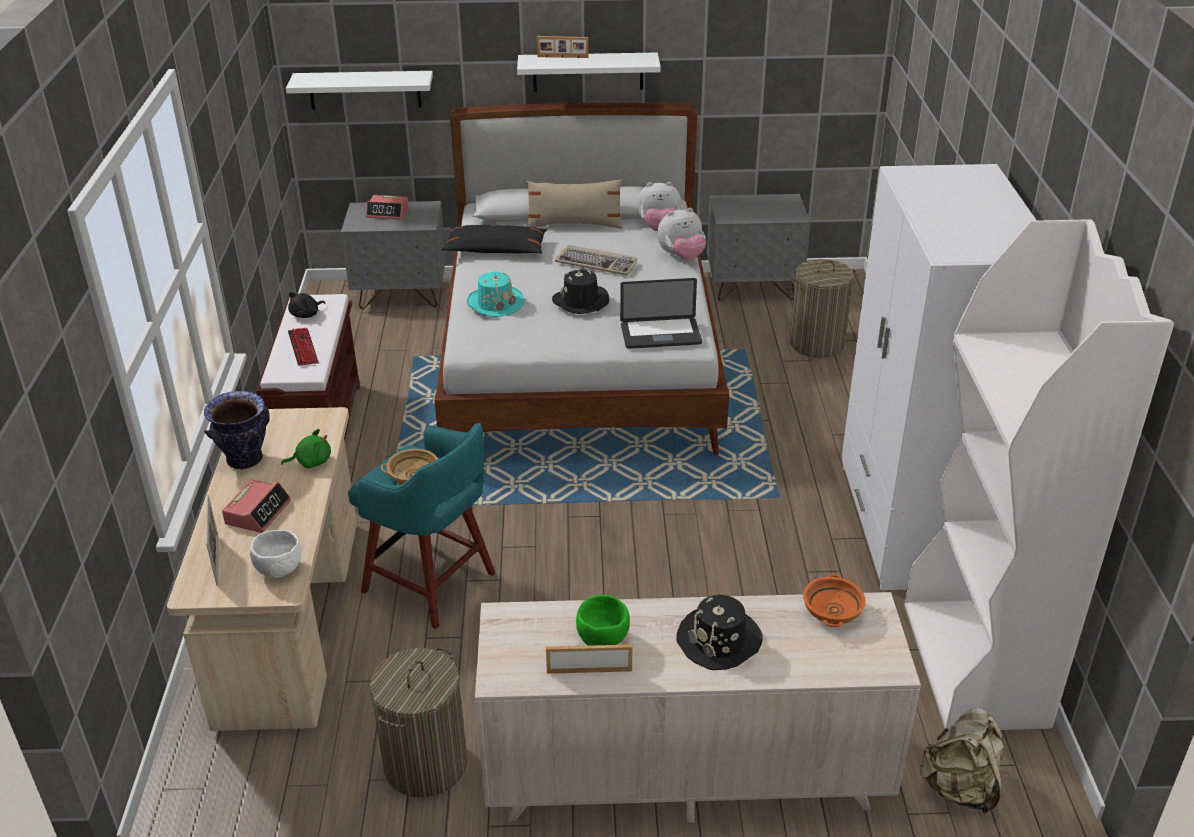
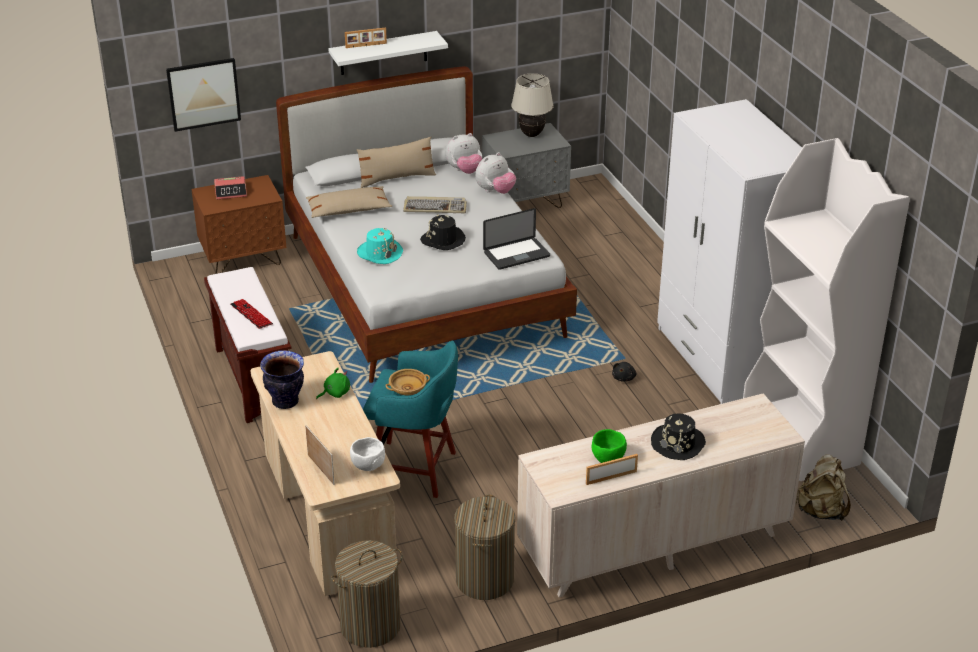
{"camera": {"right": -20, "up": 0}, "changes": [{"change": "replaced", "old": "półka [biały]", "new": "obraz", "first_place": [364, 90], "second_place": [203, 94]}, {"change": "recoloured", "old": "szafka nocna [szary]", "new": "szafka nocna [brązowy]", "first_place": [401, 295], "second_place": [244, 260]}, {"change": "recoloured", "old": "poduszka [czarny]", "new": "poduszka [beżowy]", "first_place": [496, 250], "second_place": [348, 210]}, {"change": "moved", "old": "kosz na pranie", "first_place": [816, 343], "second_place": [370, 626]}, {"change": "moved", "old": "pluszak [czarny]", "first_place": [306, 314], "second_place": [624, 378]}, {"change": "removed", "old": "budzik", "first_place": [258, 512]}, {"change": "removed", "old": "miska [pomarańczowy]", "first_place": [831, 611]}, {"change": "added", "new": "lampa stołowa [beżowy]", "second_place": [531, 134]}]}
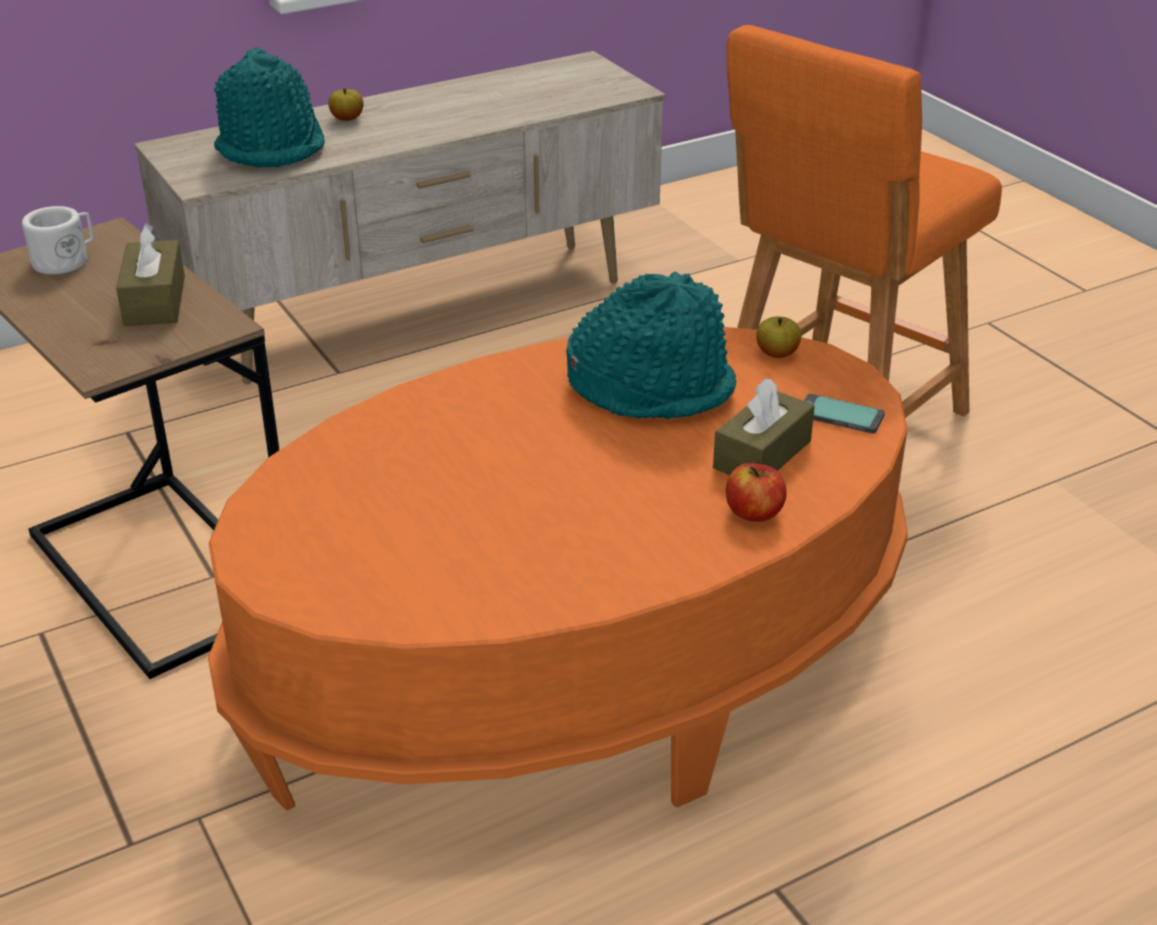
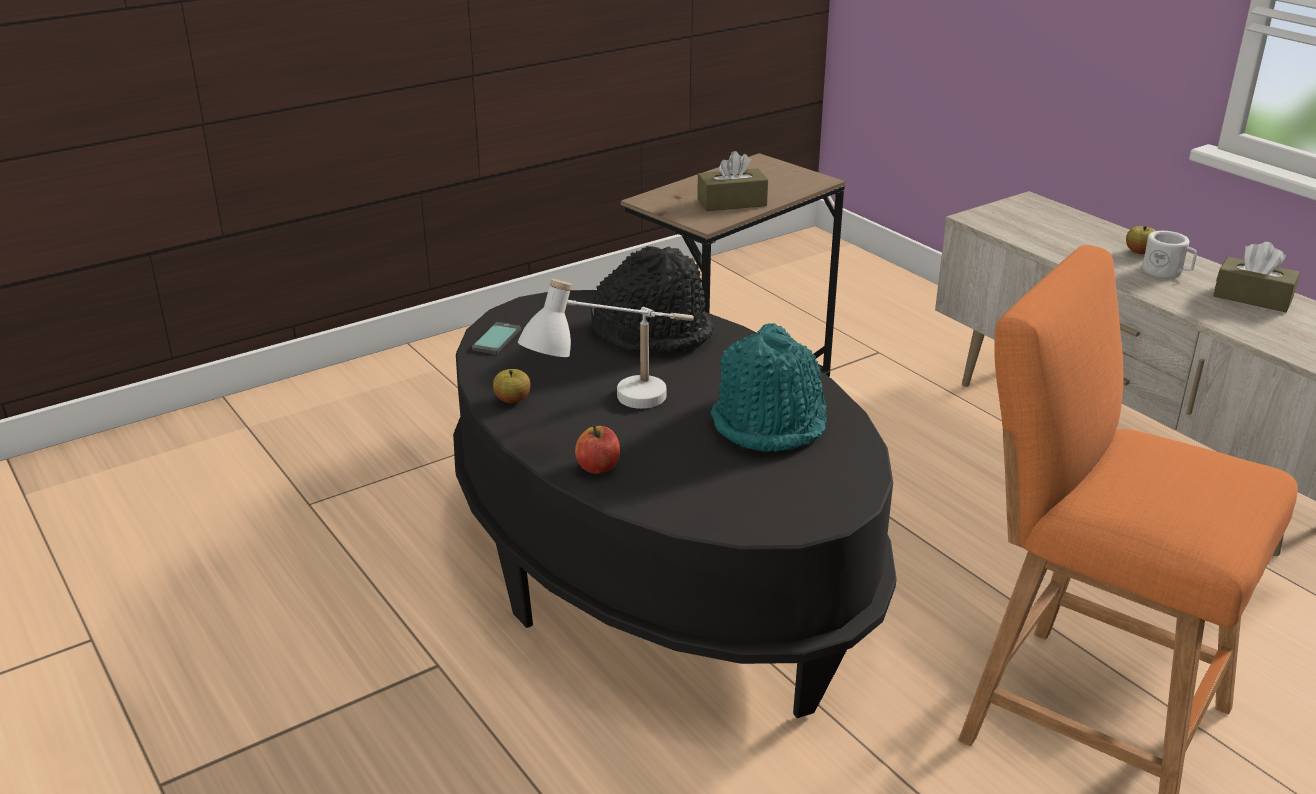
{"camera": {"right": 85, "up": -5}, "changes": [{"change": "removed", "old": "kapelusz [turkusowy]", "first_place": [271, 146]}, {"change": "moved", "old": "kubek [biały]", "first_place": [66, 260], "second_place": [1166, 272]}, {"change": "moved", "old": "jabłko", "first_place": [777, 354], "second_place": [512, 400]}, {"change": "recoloured", "old": "ława [pomarańczowy]", "new": "ława [czarny]", "first_place": [578, 669], "second_place": [658, 564]}, {"change": "moved", "old": "pudełko chusteczek [brązowy]", "first_place": [762, 455], "second_place": [1252, 297]}, {"change": "moved", "old": "telefon", "first_place": [840, 416], "second_place": [496, 339]}, {"change": "added", "new": "kapelusz [czarny]", "second_place": [653, 333]}, {"change": "added", "new": "lampa stołowa [biały]", "second_place": [616, 410]}]}
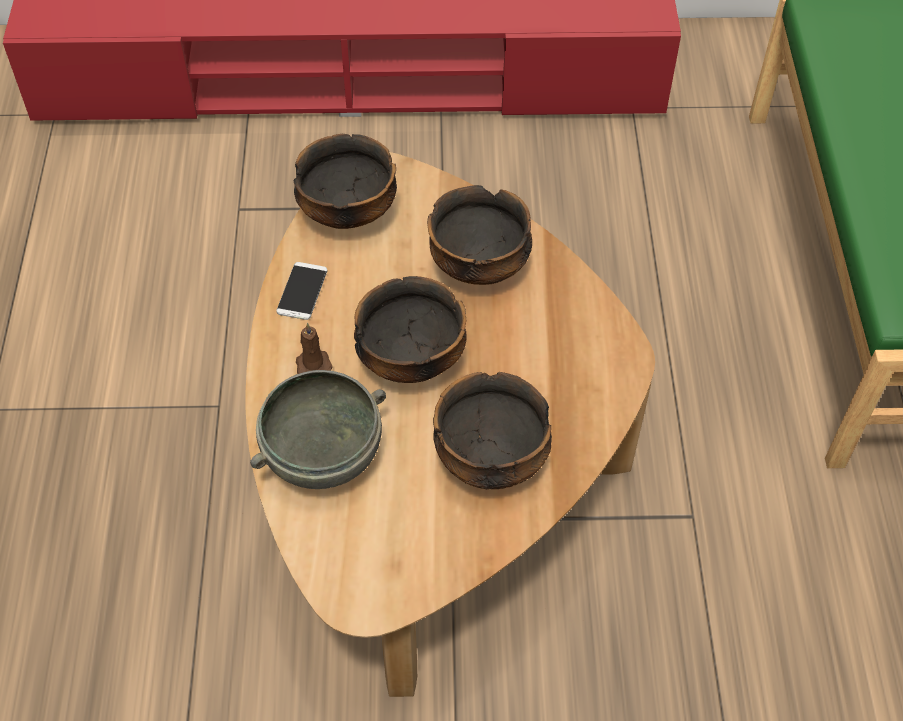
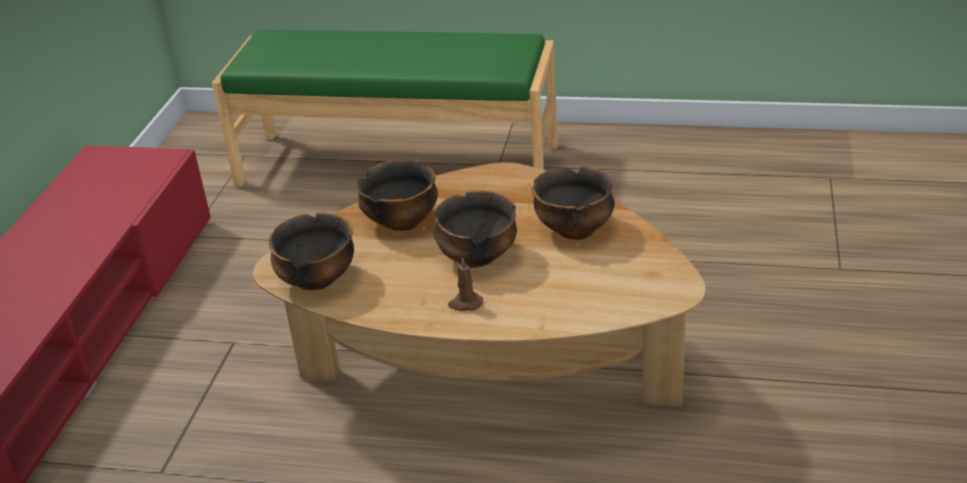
{"camera": {"right": -75, "up": -20}, "changes": [{"change": "removed", "old": "telefon", "first_place": [302, 291]}, {"change": "removed", "old": "miska [szary]", "first_place": [322, 453]}]}
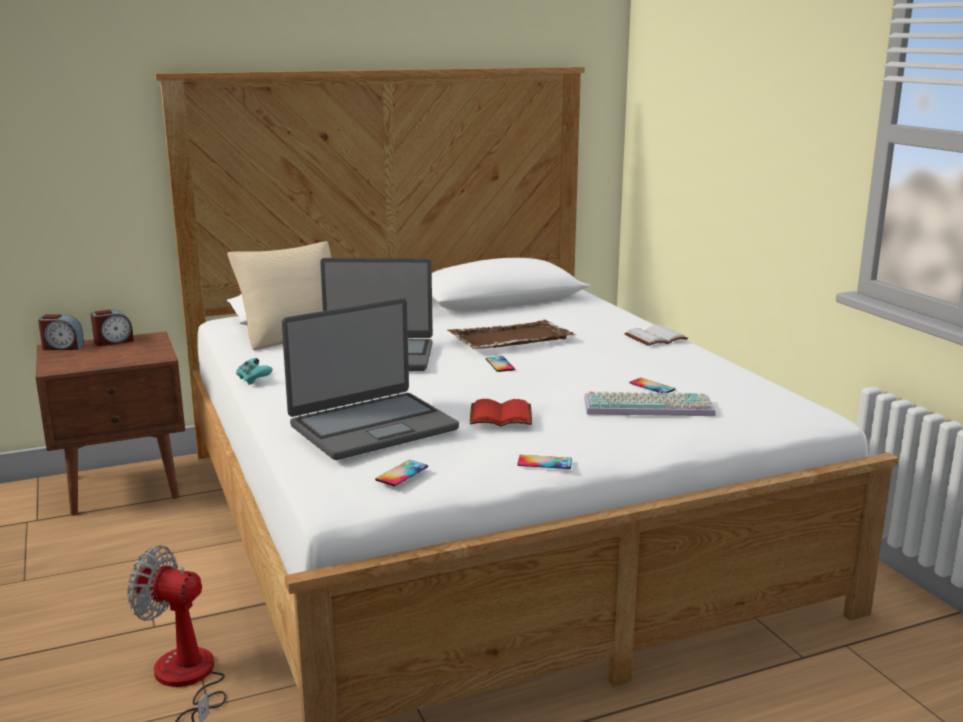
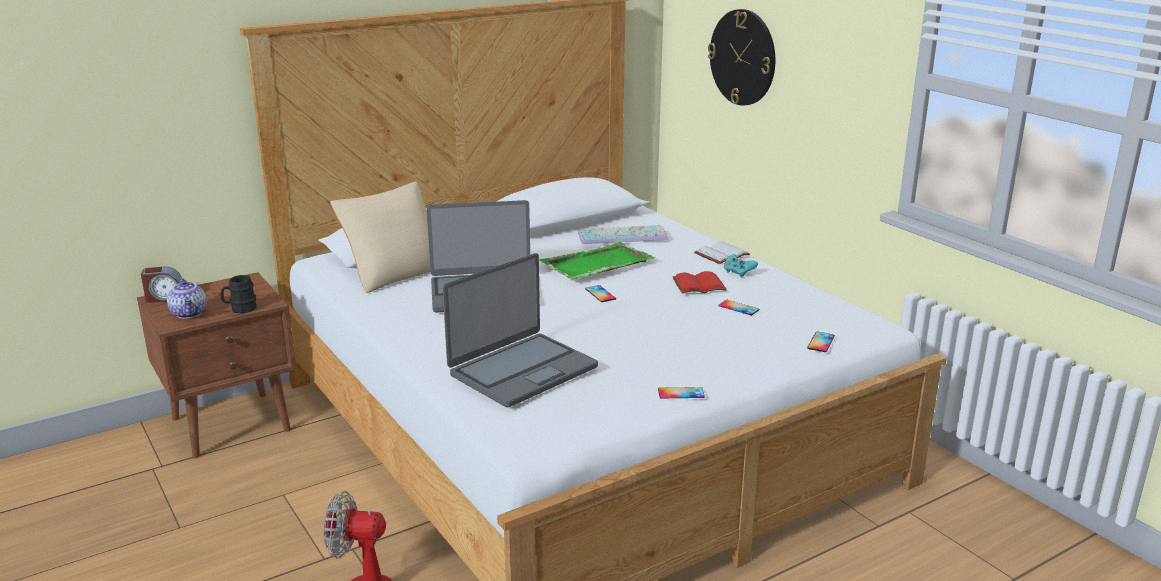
{"camera": {"right": -10, "up": 5}, "changes": [{"change": "removed", "old": "budzik", "first_place": [113, 341]}, {"change": "recoloured", "old": "taca [brązowy]", "new": "taca [zielony]", "first_place": [510, 339], "second_place": [596, 264]}, {"change": "moved", "old": "pad do gier [turkusowy]", "first_place": [253, 380], "second_place": [738, 272]}, {"change": "moved", "old": "klawiatura", "first_place": [649, 406], "second_place": [623, 236]}, {"change": "moved", "old": "książka [czerwony]", "first_place": [499, 417], "second_place": [698, 286]}, {"change": "moved", "old": "telefon", "first_place": [402, 473], "second_place": [821, 342]}, {"change": "added", "new": "zegar ścienny", "second_place": [743, 57]}, {"change": "added", "new": "kubek [czarny]", "second_place": [240, 309]}, {"change": "added", "new": "imbryk", "second_place": [190, 313]}]}
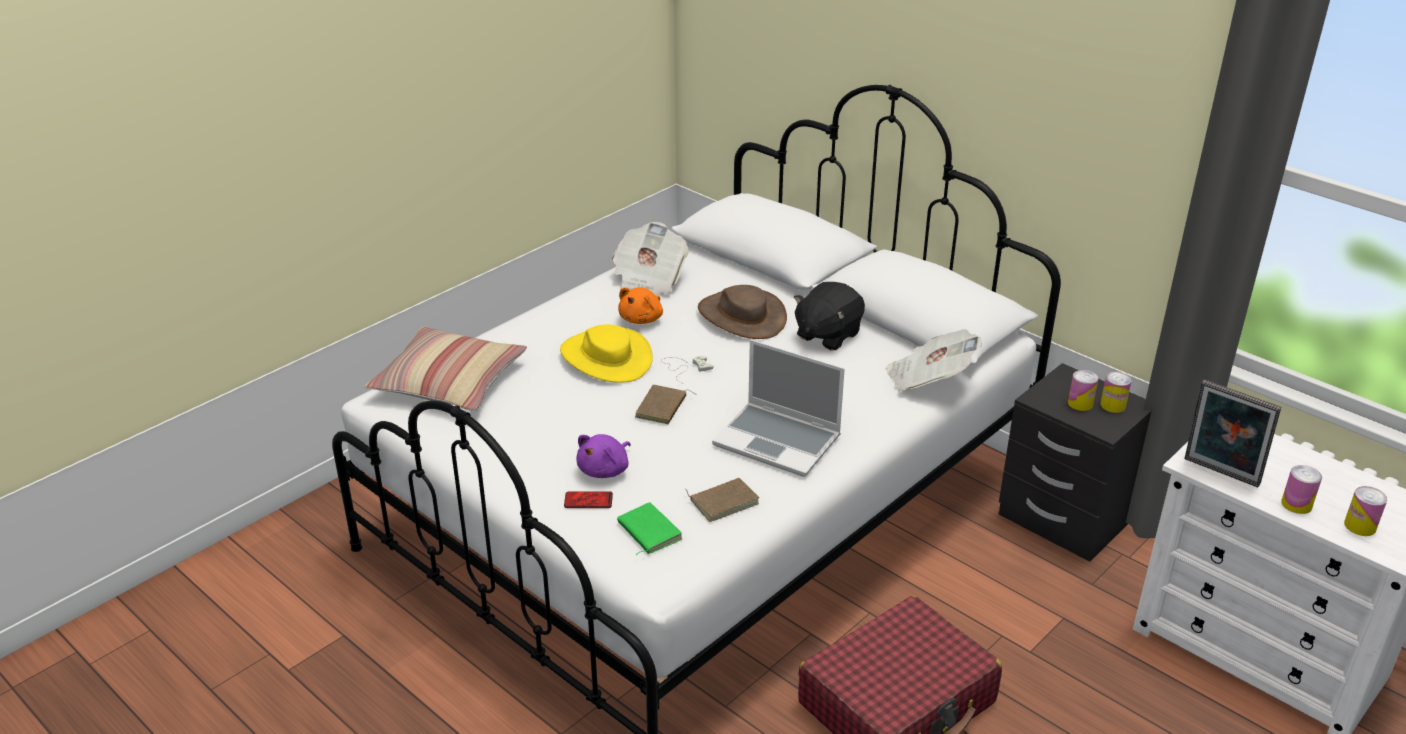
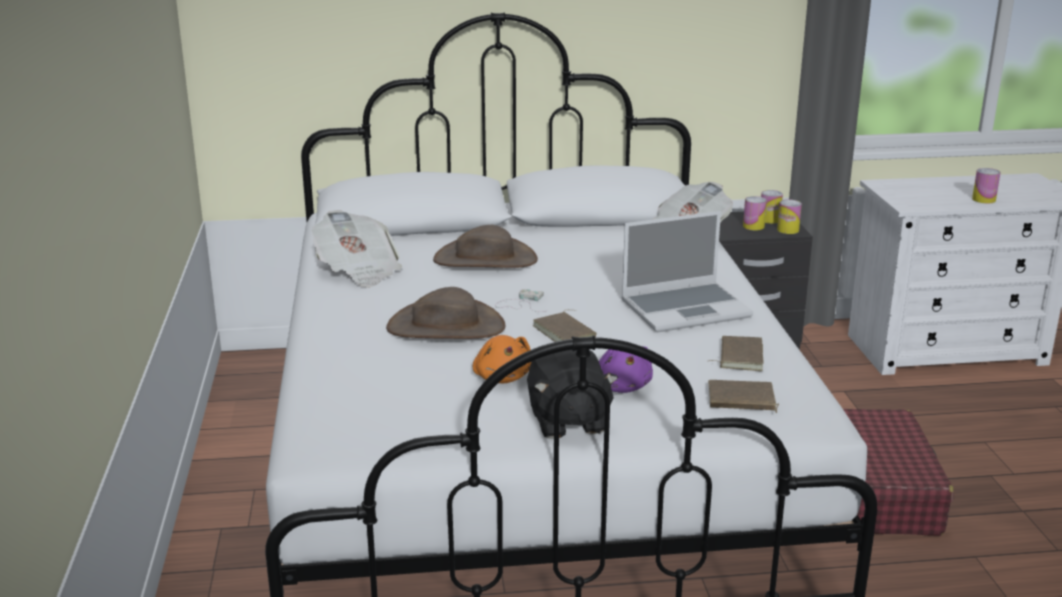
{"camera": {"right": -50, "up": -10}, "changes": [{"change": "moved", "old": "pluszak [czarny]", "first_place": [827, 335], "second_place": [567, 421]}, {"change": "moved", "old": "pluszak [pomarańczowy]", "first_place": [642, 319], "second_place": [502, 377]}, {"change": "recoloured", "old": "kapelusz [żółty]", "new": "kapelusz [brązowy]", "first_place": [606, 357], "second_place": [446, 327]}, {"change": "removed", "old": "poduszka", "first_place": [449, 382]}, {"change": "removed", "old": "ramka na zdjęcie", "first_place": [1220, 474]}, {"change": "moved", "old": "puszka", "first_place": [1360, 526], "second_place": [788, 230]}, {"change": "removed", "old": "telefon", "first_place": [588, 501]}, {"change": "recoloured", "old": "książka [zielony]", "new": "książka [brązowy]", "first_place": [647, 532], "second_place": [741, 400]}]}
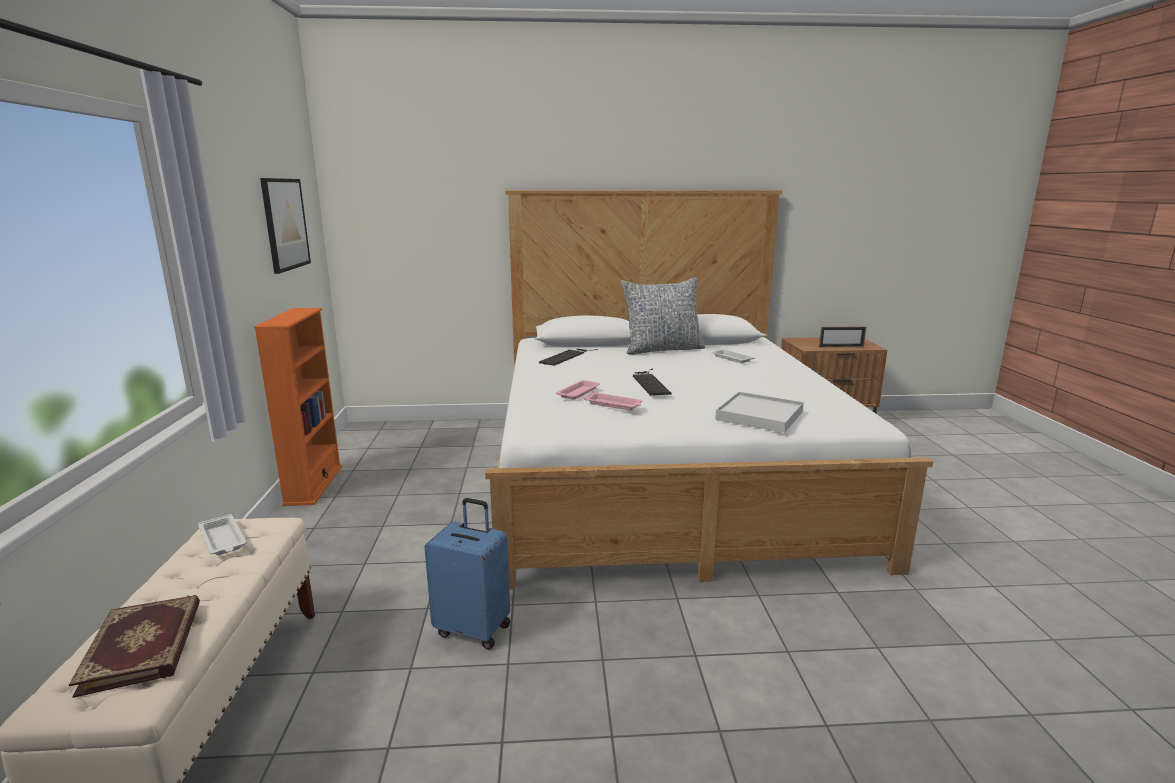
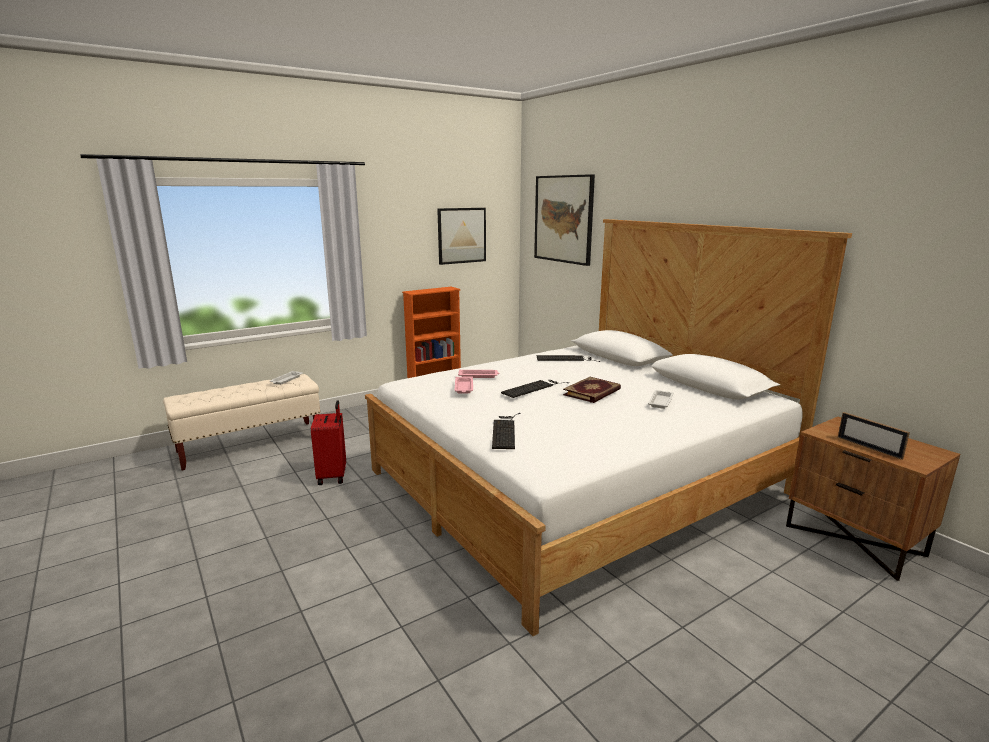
{"camera": {"right": 60, "up": 0}, "changes": [{"change": "removed", "old": "poduszka", "first_place": [662, 349]}, {"change": "replaced", "old": "taca [biały]", "new": "klawiatura", "first_place": [759, 415], "second_place": [505, 431]}, {"change": "recoloured", "old": "walizka [niebieski]", "new": "walizka [czerwony]", "first_place": [474, 629], "second_place": [333, 476]}, {"change": "moved", "old": "książka", "first_place": [145, 646], "second_place": [592, 392]}, {"change": "added", "new": "obraz", "second_place": [563, 219]}]}
